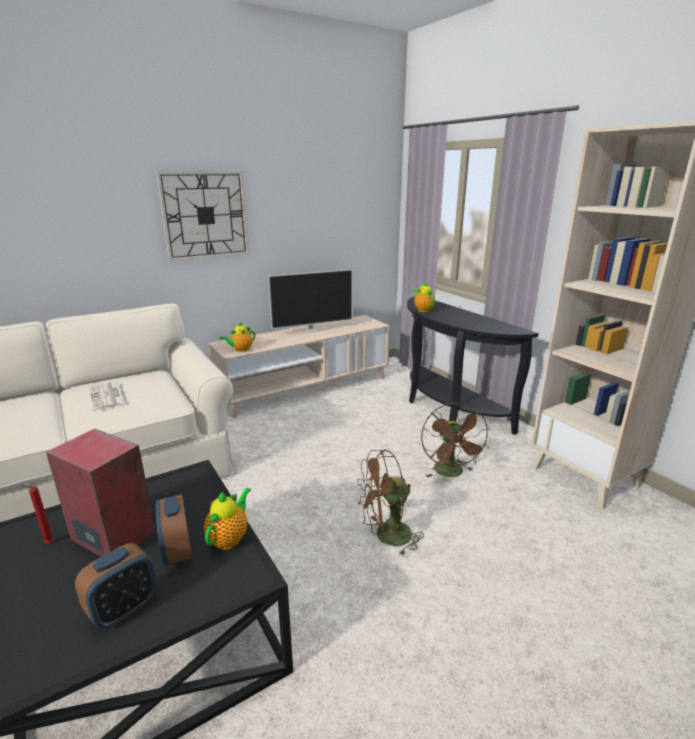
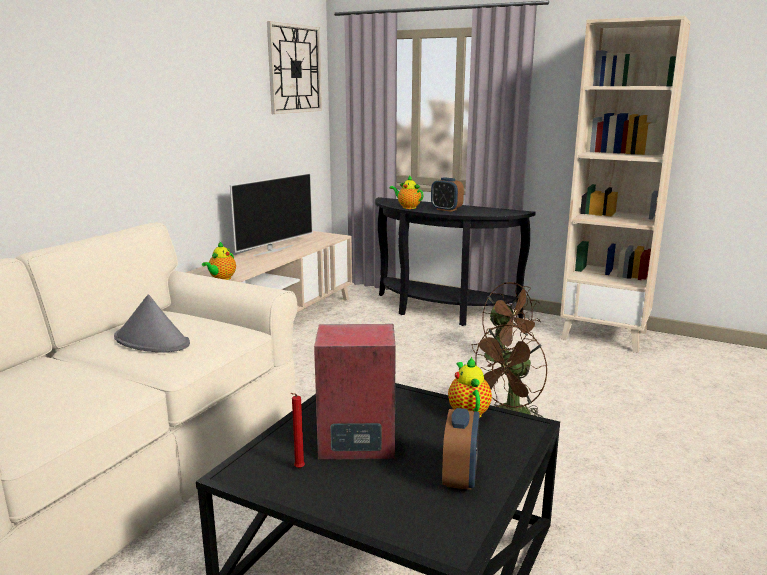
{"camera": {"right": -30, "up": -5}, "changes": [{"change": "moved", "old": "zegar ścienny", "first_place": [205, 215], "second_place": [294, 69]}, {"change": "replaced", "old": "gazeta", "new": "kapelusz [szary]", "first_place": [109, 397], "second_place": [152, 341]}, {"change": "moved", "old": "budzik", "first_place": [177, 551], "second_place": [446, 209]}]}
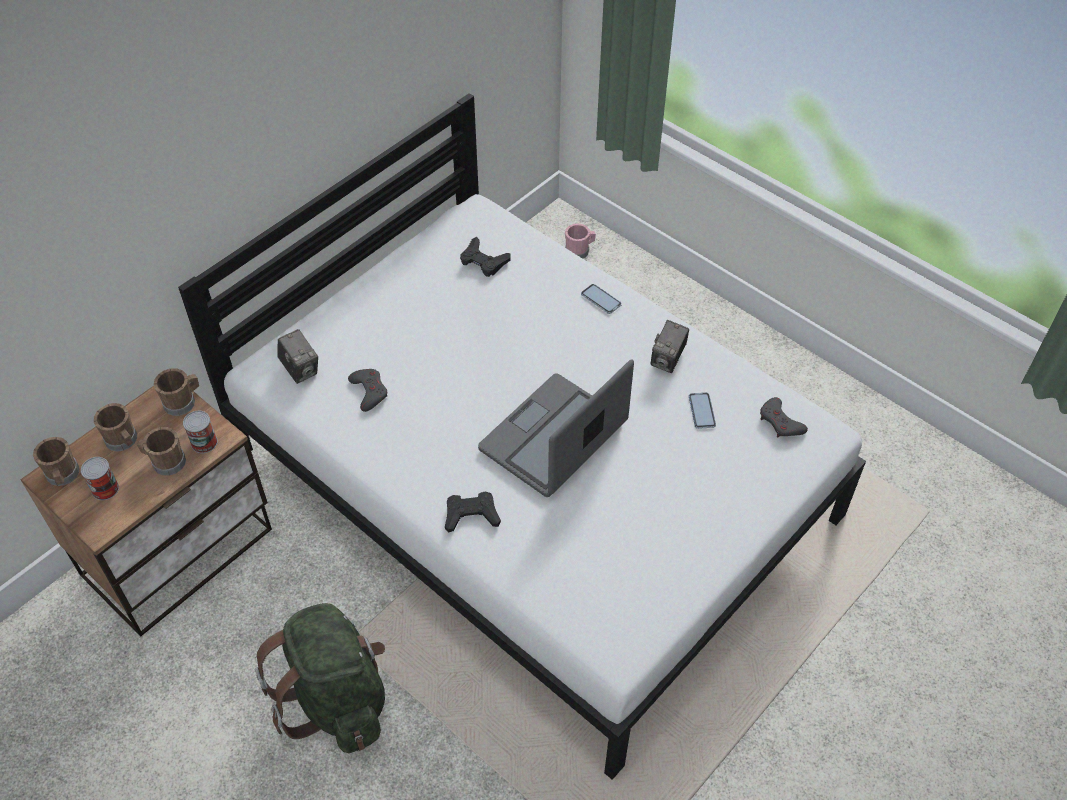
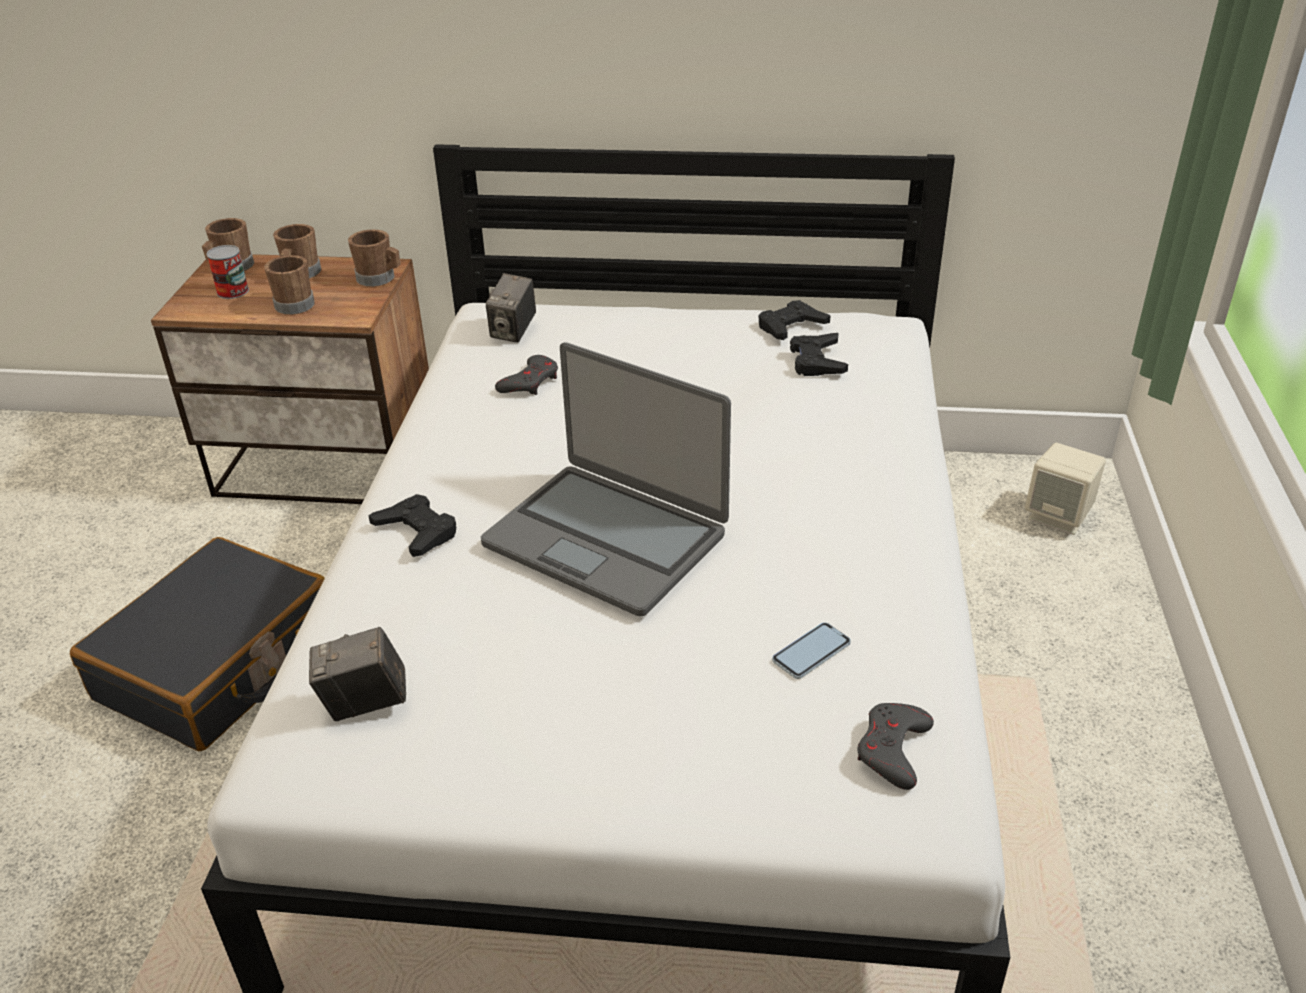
{"camera": {"right": 55, "up": -15}, "changes": [{"change": "replaced", "old": "kubek [różowy]", "new": "głośnik [beżowy]", "first_place": [579, 251], "second_place": [1059, 516]}, {"change": "removed", "old": "telefon", "first_place": [601, 299]}, {"change": "moved", "old": "aparat fotograficzny", "first_place": [667, 359], "second_place": [365, 703]}, {"change": "turned", "old": "laptop", "first_place": [554, 437], "second_place": [606, 538], "degrees": -150}, {"change": "removed", "old": "puszka", "first_place": [204, 442]}, {"change": "replaced", "old": "plecak [zielony]", "new": "walizka [czarny]", "first_place": [337, 698], "second_place": [220, 665]}, {"change": "added", "new": "pad do gier [czarny]", "second_place": [791, 326]}]}
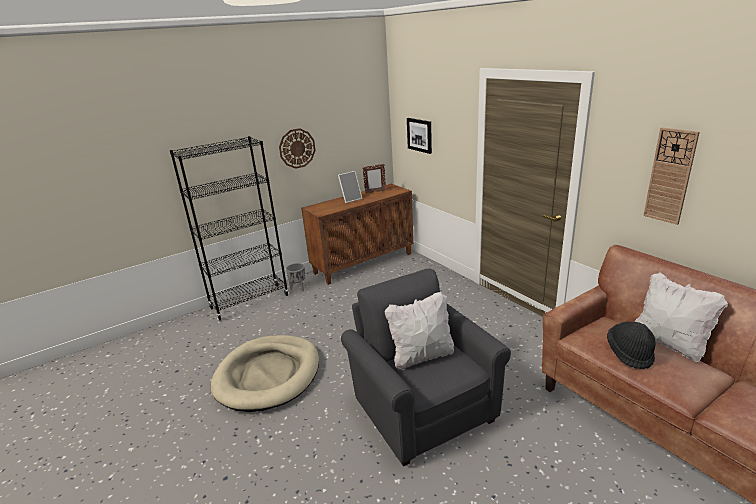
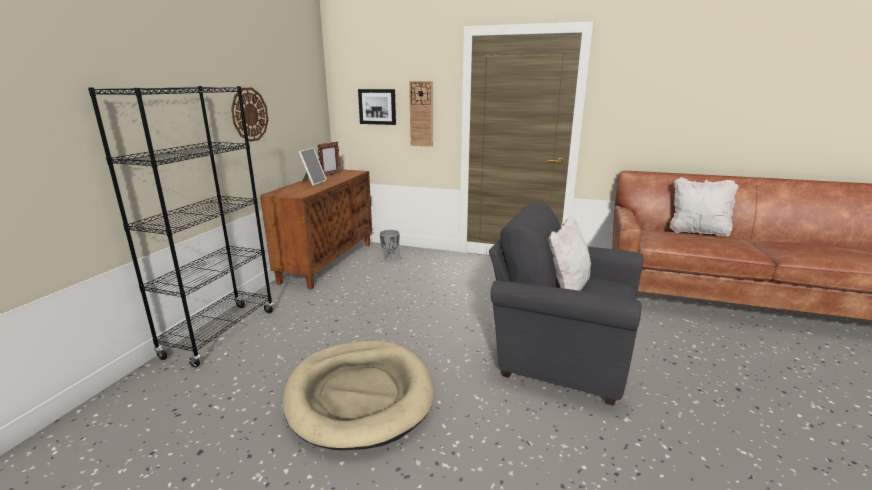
{"camera": {"right": -40, "up": -5}, "changes": [{"change": "moved", "old": "zegar ścienny", "first_place": [670, 176], "second_place": [421, 114]}, {"change": "moved", "old": "donica [szary]", "first_place": [298, 288], "second_place": [390, 257]}, {"change": "removed", "old": "kapelusz [czarny]", "first_place": [629, 353]}]}
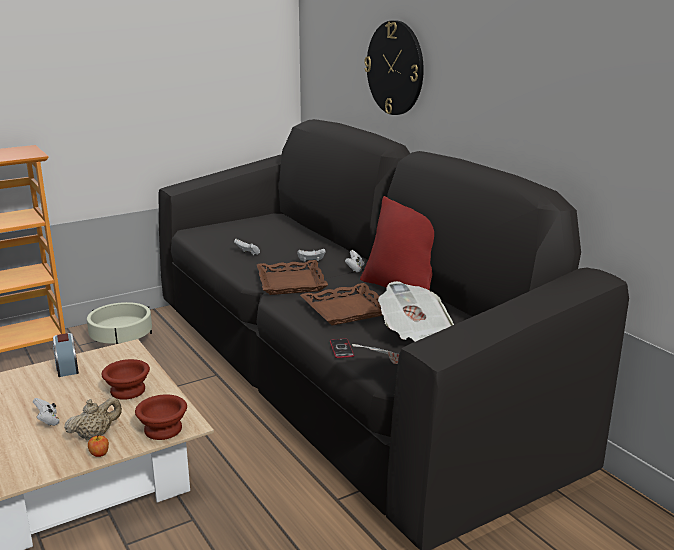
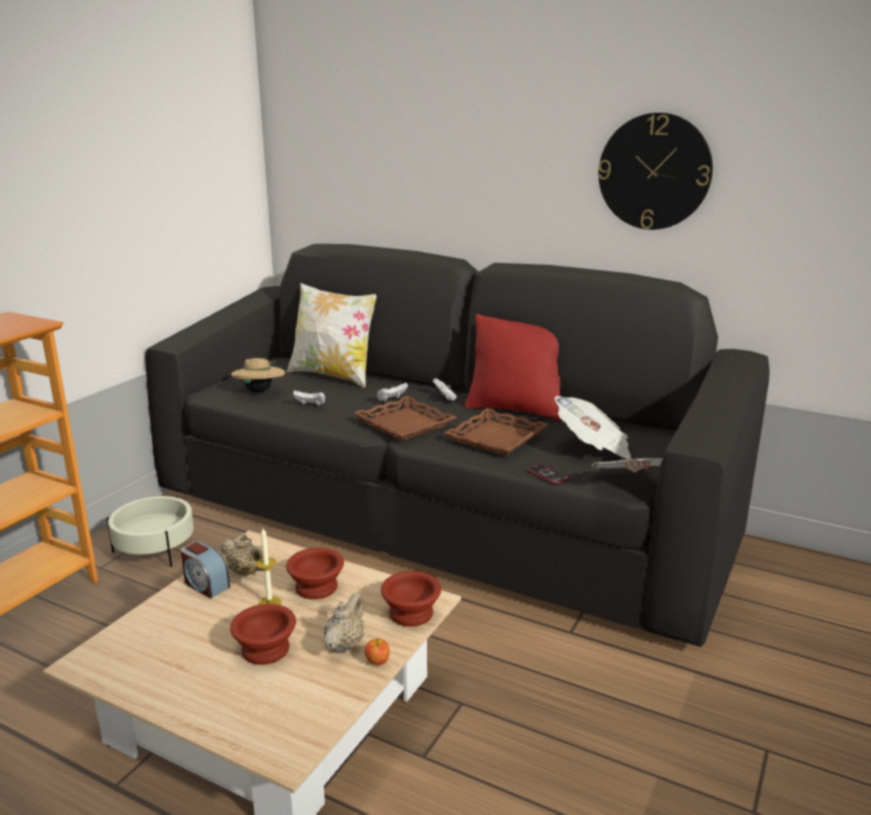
{"camera": {"right": -30, "up": 0}, "changes": [{"change": "moved", "old": "zegar ścienny", "first_place": [395, 68], "second_place": [654, 172]}, {"change": "replaced", "old": "pad do gier [biały]", "new": "miska [brązowy]", "first_place": [48, 421], "second_place": [267, 649]}, {"change": "added", "new": "poduszka", "second_place": [333, 375]}, {"change": "added", "new": "kapelusz [beżowy]", "second_place": [260, 391]}, {"change": "added", "new": "świeca", "second_place": [269, 603]}, {"change": "added", "new": "imbryk [beżowy]", "second_place": [247, 572]}]}
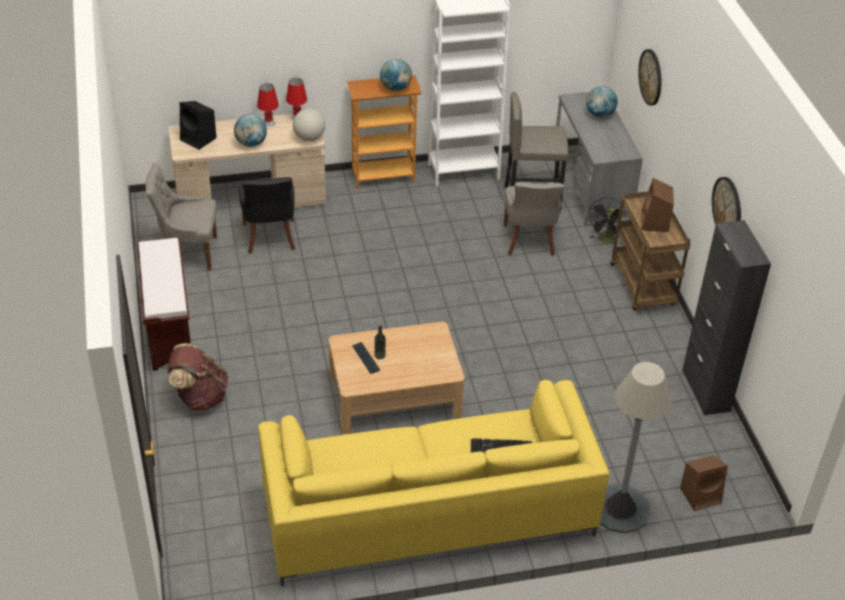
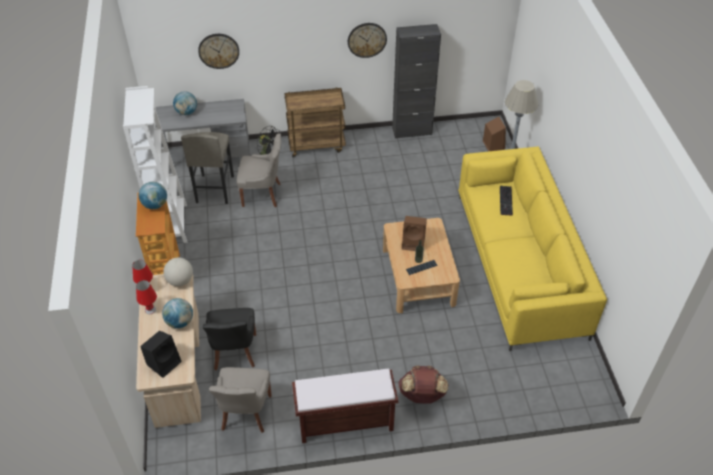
{"camera": {"right": -85, "up": 5}, "changes": [{"change": "turned", "old": "krzesło [czarny]", "first_place": [270, 238], "second_place": [234, 353], "degrees": 90}, {"change": "moved", "old": "głośnik [brązowy]", "first_place": [654, 223], "second_place": [414, 243]}]}
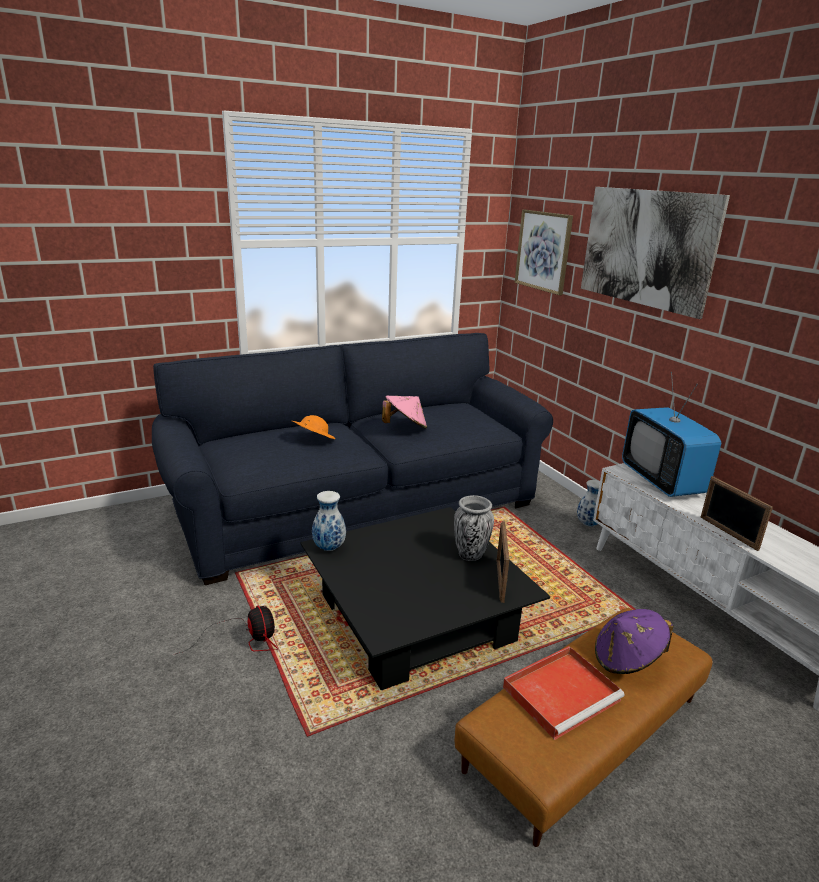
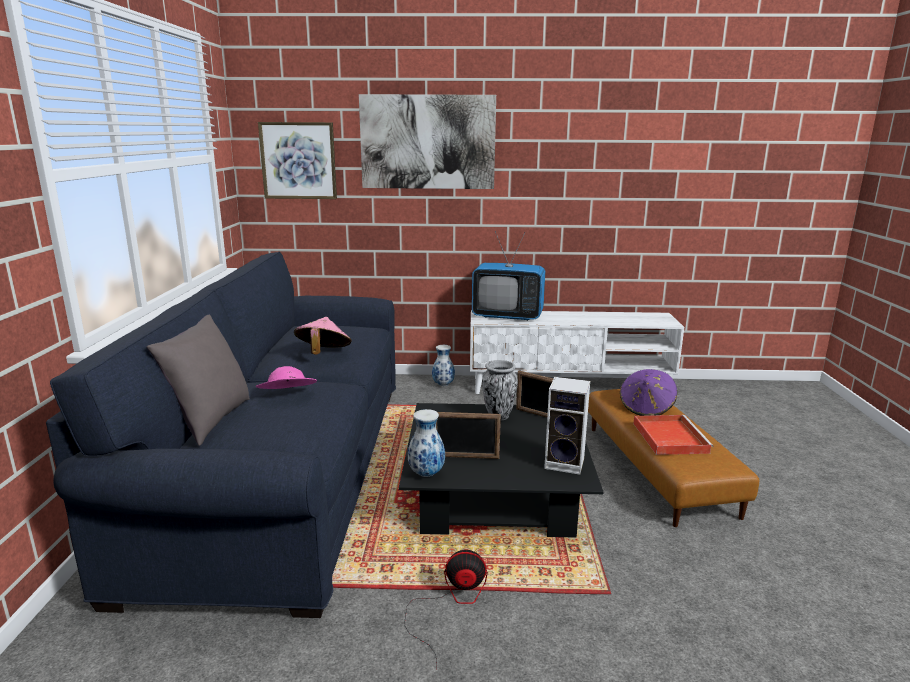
{"camera": {"right": -60, "up": -5}, "changes": [{"change": "recoloured", "old": "kapelusz [pomarańczowy]", "new": "kapelusz [różowy]", "first_place": [313, 440], "second_place": [287, 397]}, {"change": "moved", "old": "ramka na zdjęcie", "first_place": [728, 533], "second_place": [465, 457]}, {"change": "added", "new": "poduszka [szary]", "second_place": [209, 421]}, {"change": "added", "new": "głośnik", "second_place": [566, 463]}]}
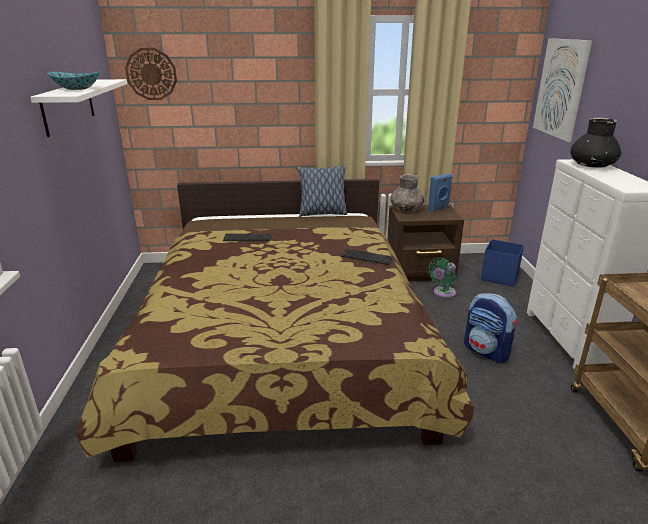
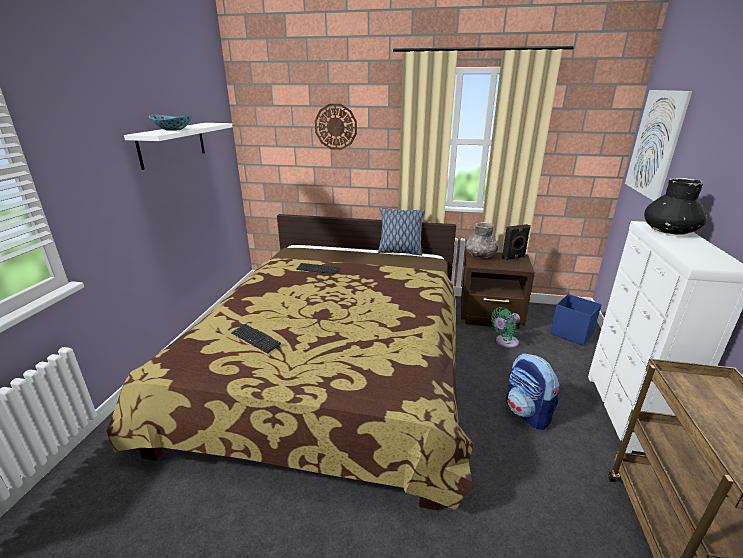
{"camera": {"right": 15, "up": 0}, "changes": [{"change": "moved", "old": "zegar ścienny", "first_place": [151, 74], "second_place": [336, 127]}, {"change": "recoloured", "old": "głośnik [niebieski]", "new": "głośnik [czarny]", "first_place": [439, 208], "second_place": [514, 258]}, {"change": "moved", "old": "klawiatura", "first_place": [366, 257], "second_place": [255, 339]}]}
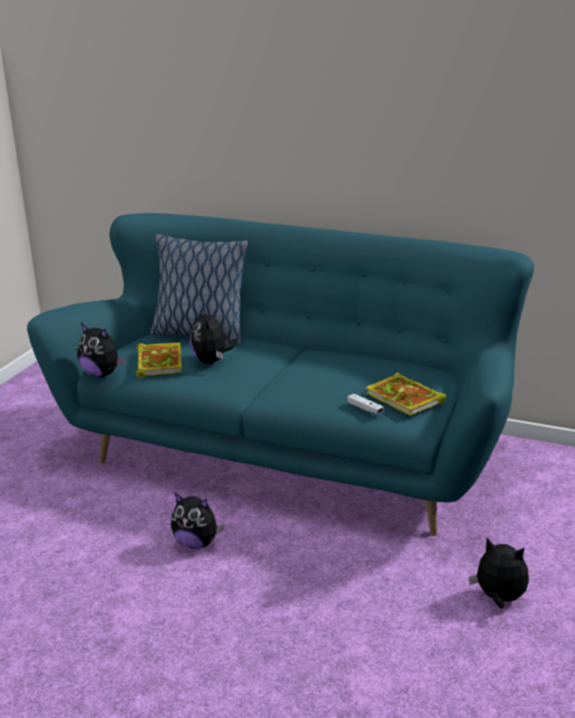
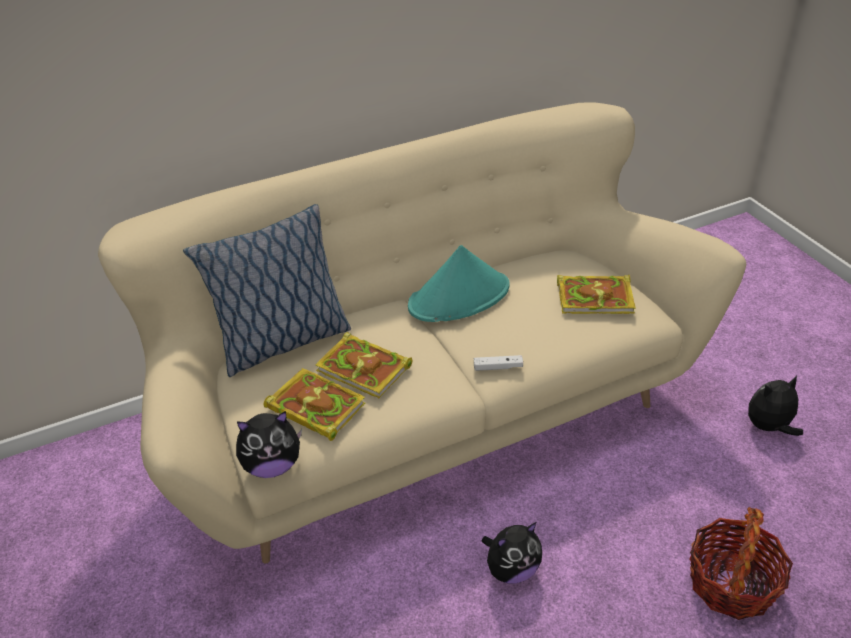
{"camera": {"right": -50, "up": 15}, "changes": [{"change": "recoloured", "old": "kanapa [turkusowy]", "new": "kanapa [beżowy]", "first_place": [291, 454], "second_place": [428, 412]}, {"change": "replaced", "old": "pluszak", "new": "książka", "first_place": [212, 361], "second_place": [366, 369]}, {"change": "moved", "old": "pad do gier [biały]", "first_place": [365, 409], "second_place": [498, 367]}, {"change": "added", "new": "kapelusz [turkusowy]", "second_place": [459, 297]}, {"change": "added", "new": "koszyk", "second_place": [731, 583]}]}
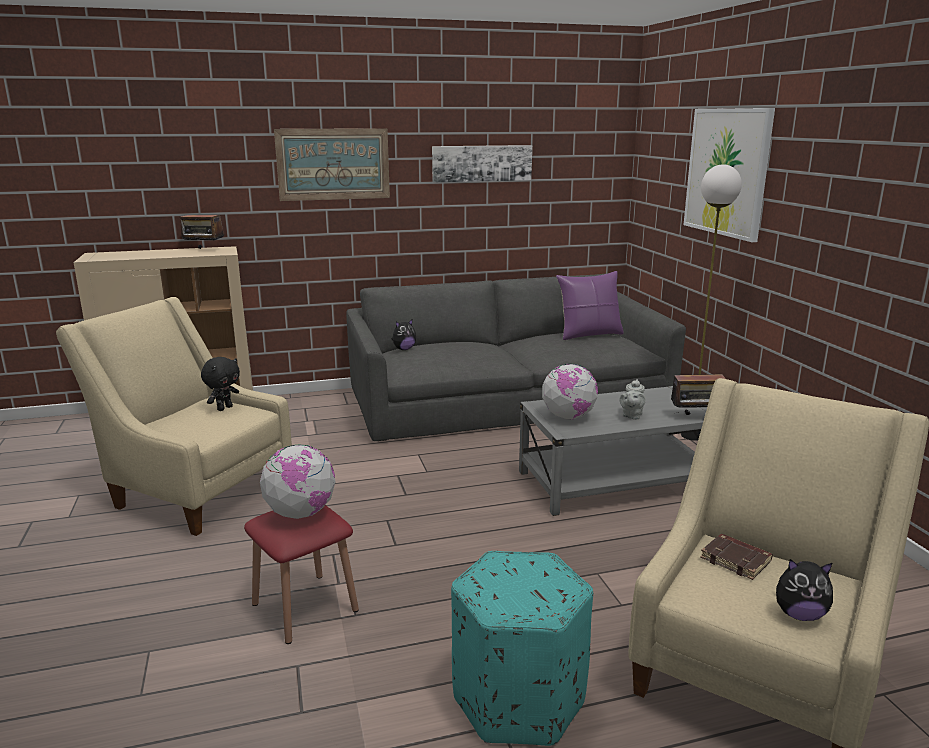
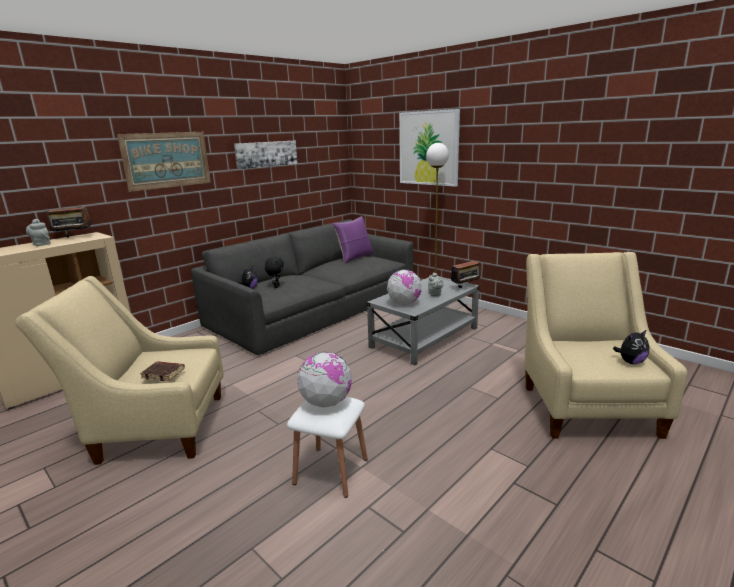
{"camera": {"right": -30, "up": 0}, "changes": [{"change": "moved", "old": "pluszak [czarny]", "first_place": [224, 408], "second_place": [276, 286]}, {"change": "recoloured", "old": "stołek [czerwony]", "new": "stołek [biały]", "first_place": [305, 607], "second_place": [331, 470]}, {"change": "moved", "old": "książka [brązowy]", "first_place": [736, 560], "second_place": [164, 373]}, {"change": "removed", "old": "pufa [turkusowy]", "first_place": [517, 700]}, {"change": "added", "new": "imbryk [szary]", "second_place": [41, 244]}]}
